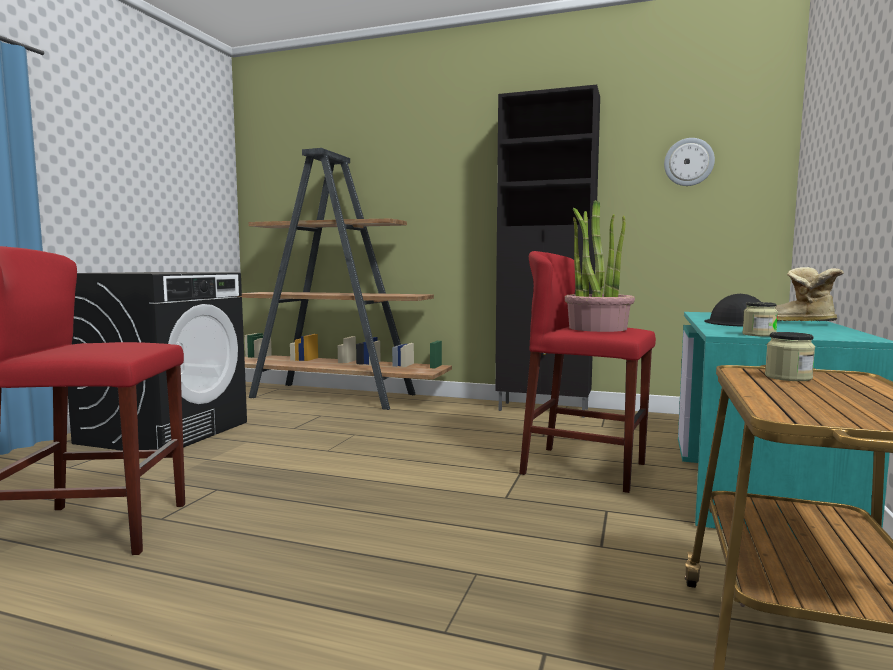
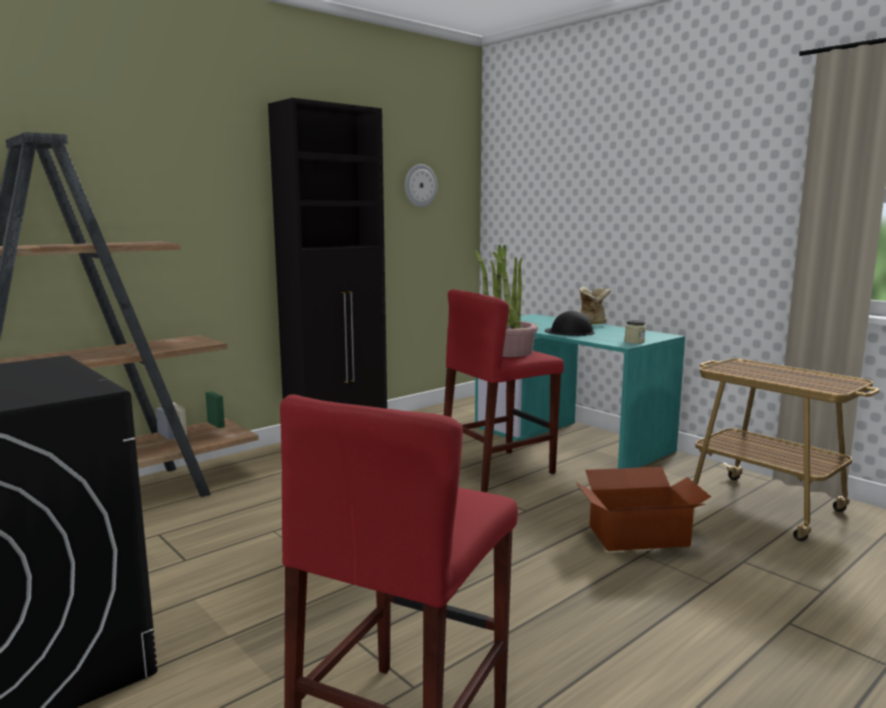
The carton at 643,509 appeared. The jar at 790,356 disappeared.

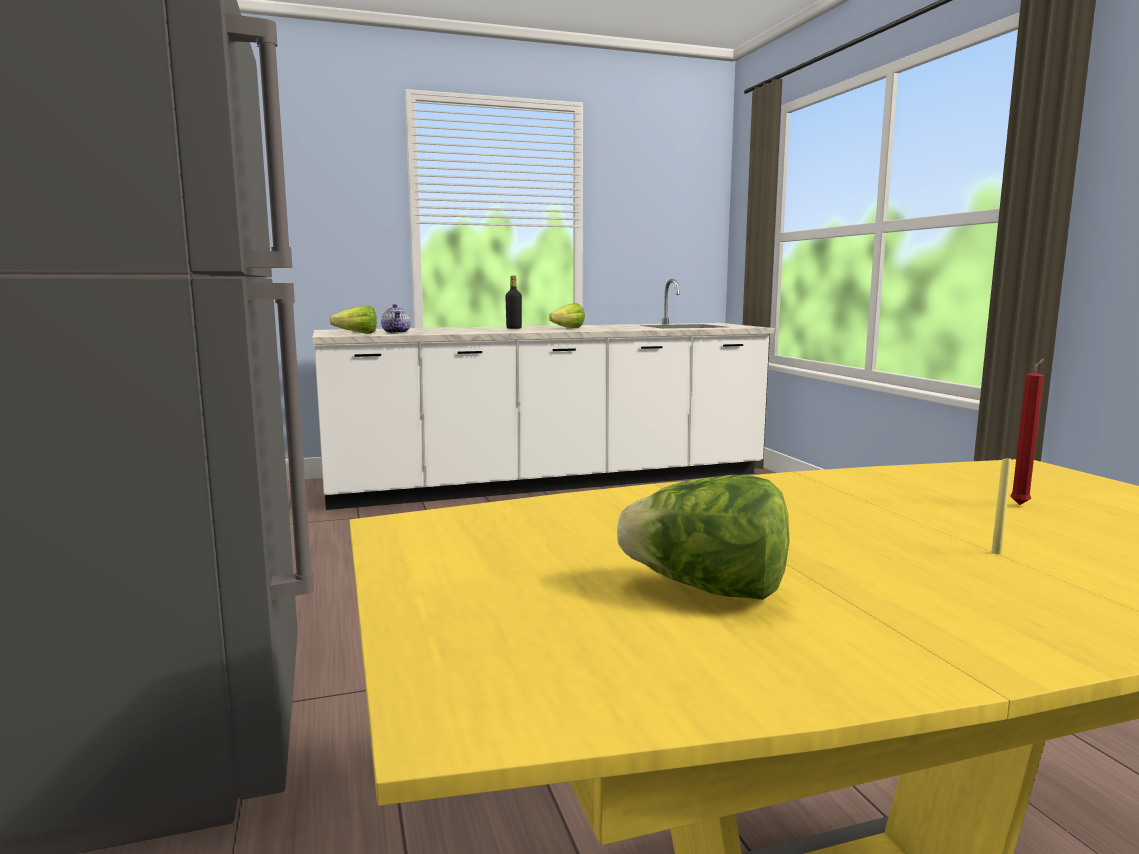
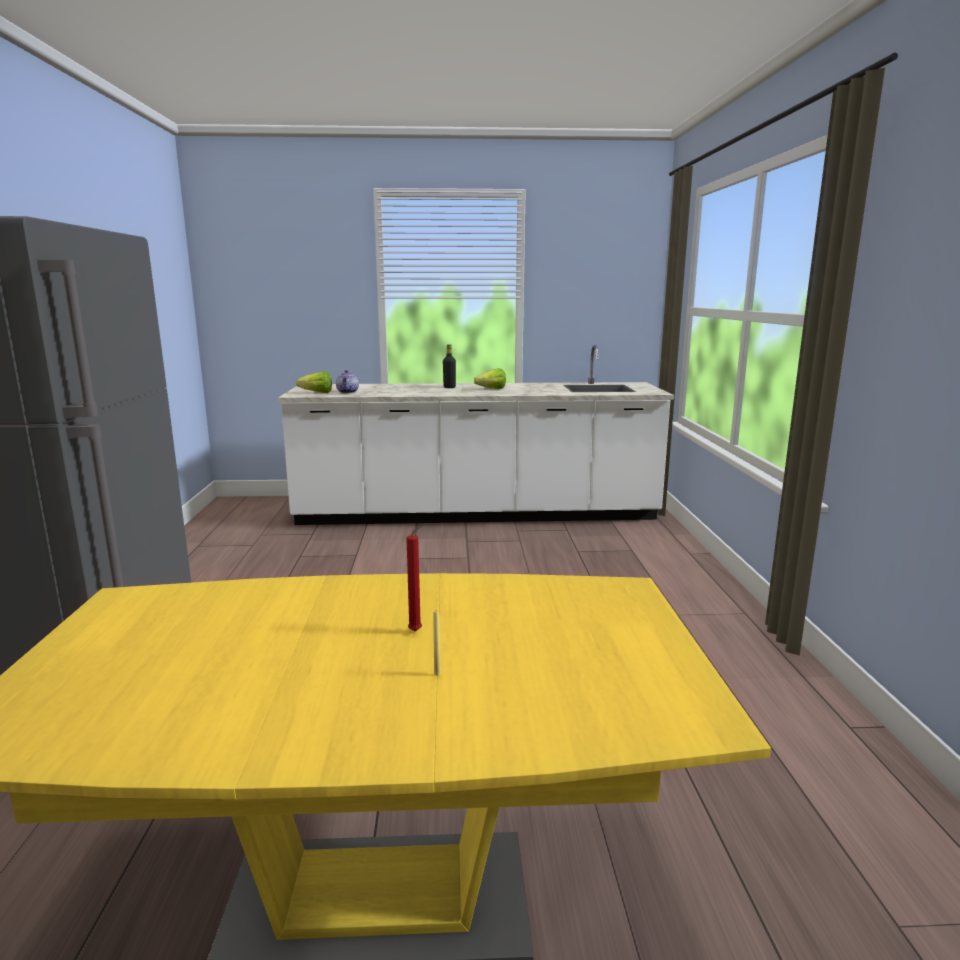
The wax candle (reddish) moved from 1027,432 to 415,577. The lettuce head at 703,537 disappeared.

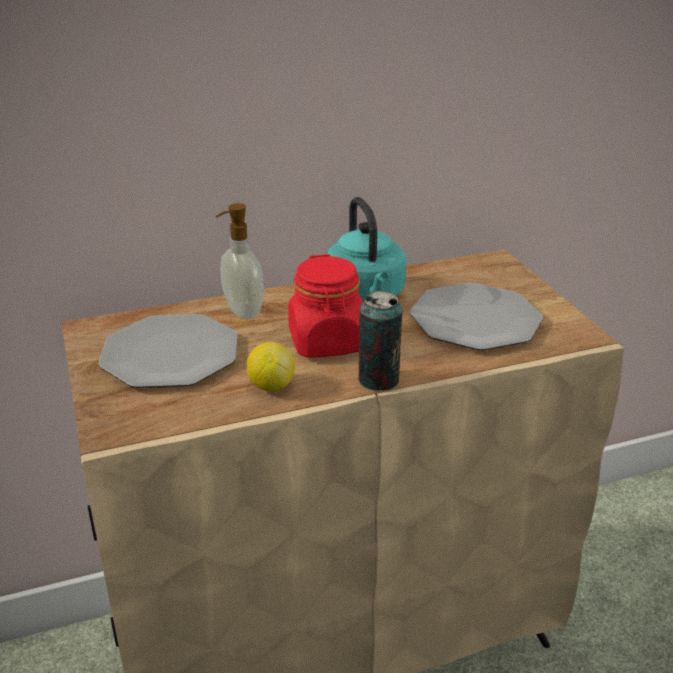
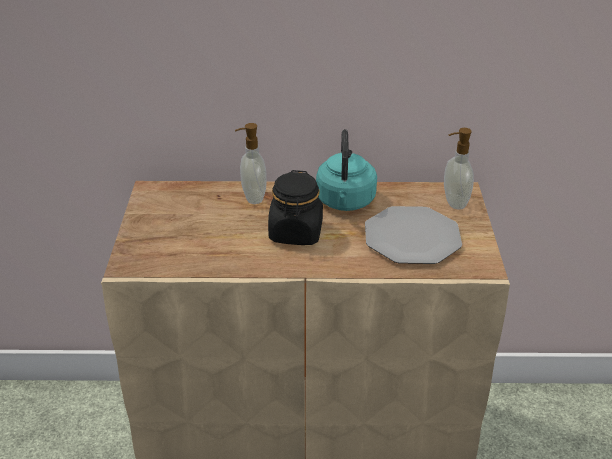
The jar (reddish) at 325,306 became the jar (black-coloured) at 295,207. The soap dispenser at 459,168 appeared. The plate at 168,351 disappeared. The whole lemon at 271,367 disappeared. The metal can at 380,341 disappeared.

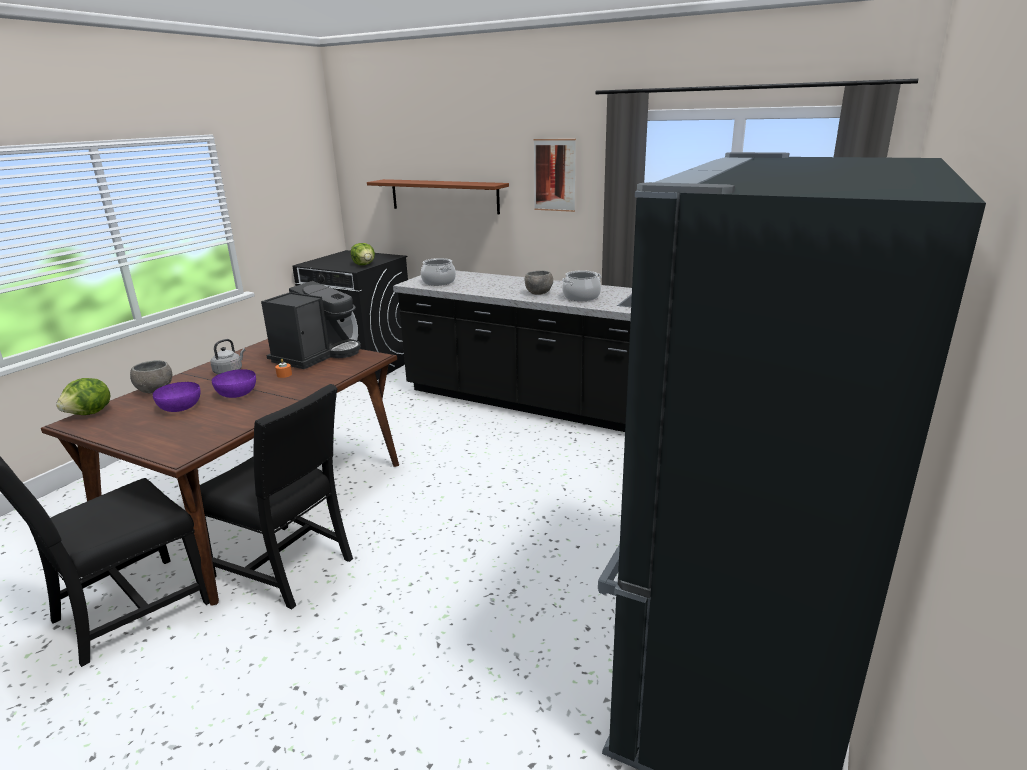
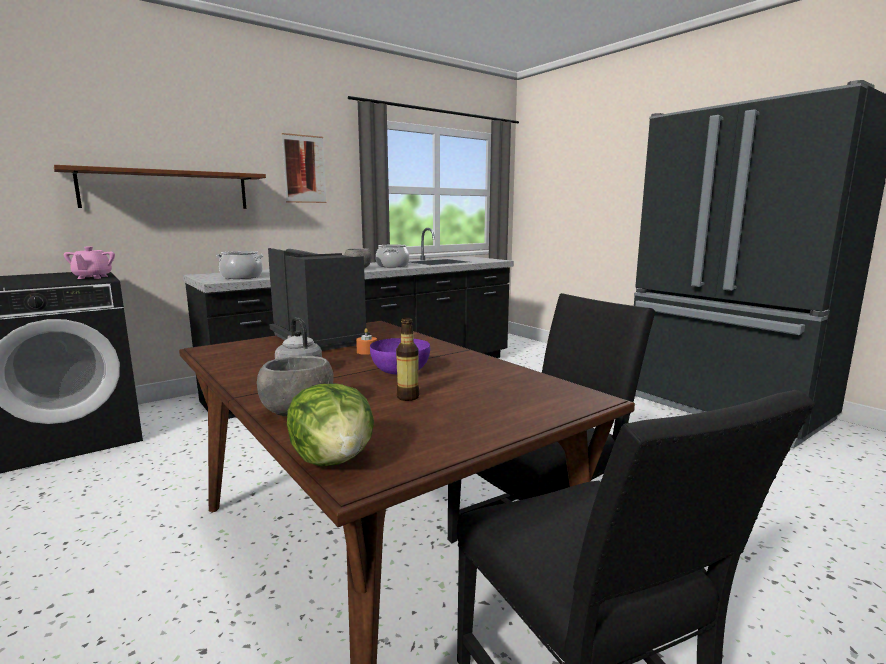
The lettuce head at 363,254 was replaced by the pot for tea (pink) at 89,262. The serving bowl (purple) at 176,397 was replaced by the drink bottle at 407,359.

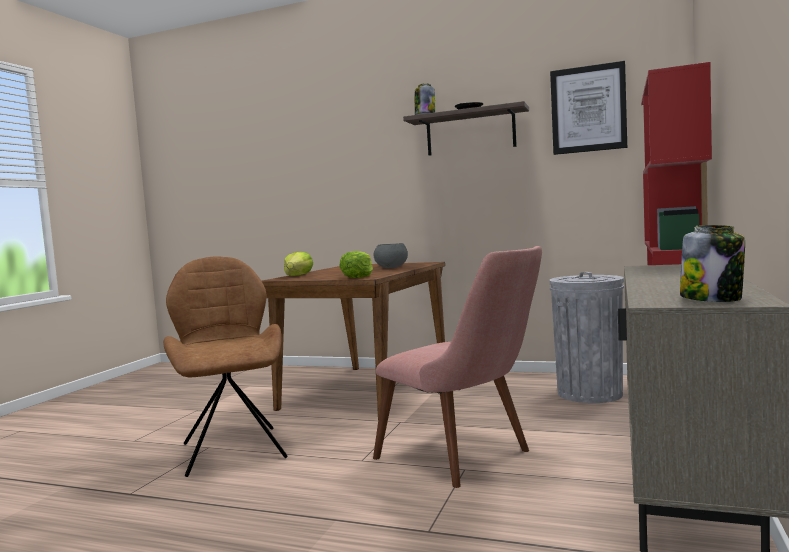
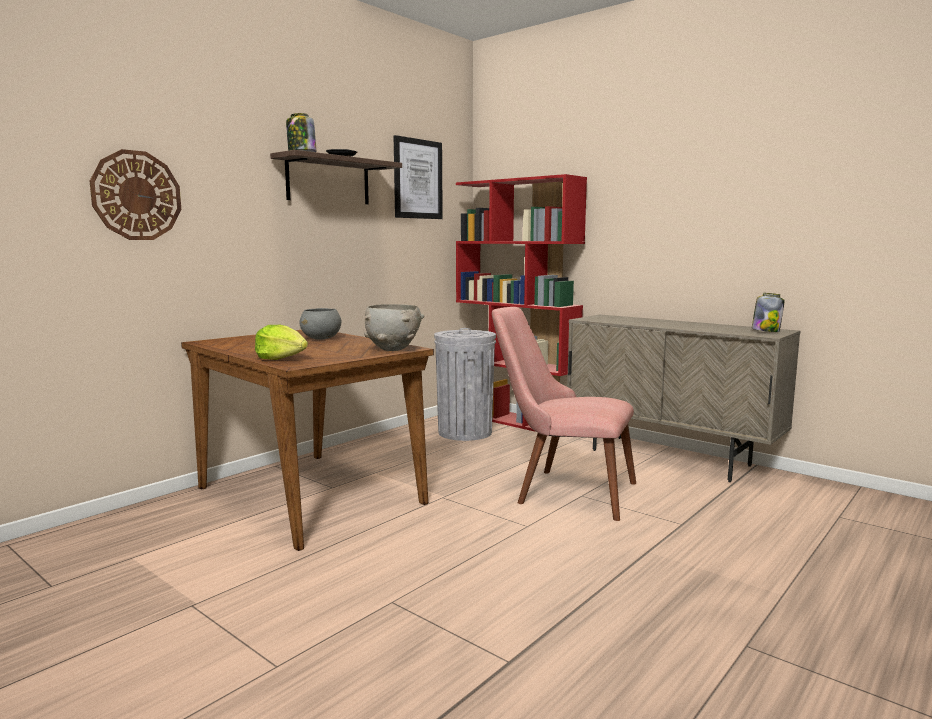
The hanging clock at 135,194 appeared. The lettuce head at 356,264 was replaced by the serving bowl (gray) at 394,327. The plain chair (pink) at 457,367 turned 135 degrees counterclockwise. The plain chair (brownish) at 225,366 disappeared.

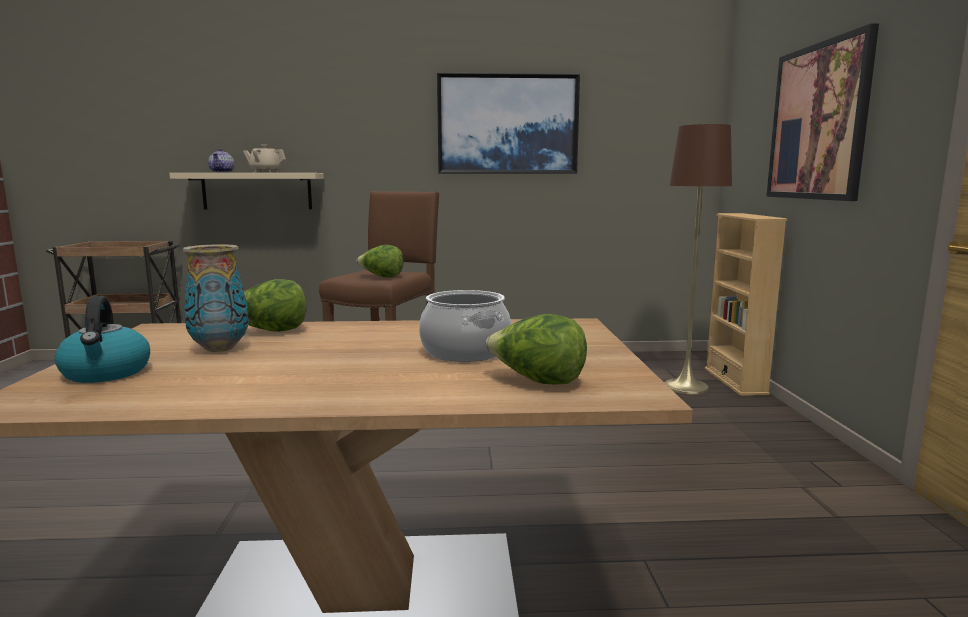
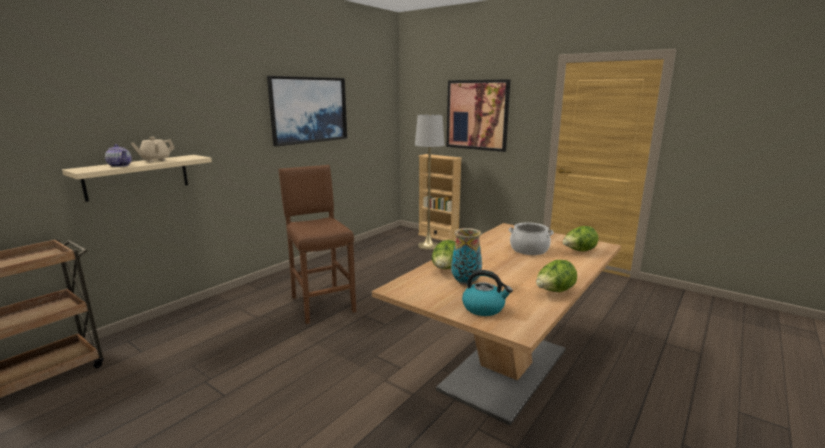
The floor lamp (brownish) at 698,259 became the floor lamp (gray) at 430,182. The lettuce head moved from 380,261 to 556,276.

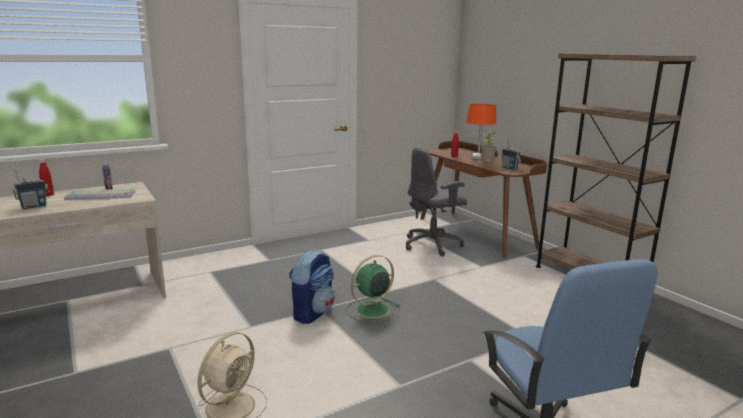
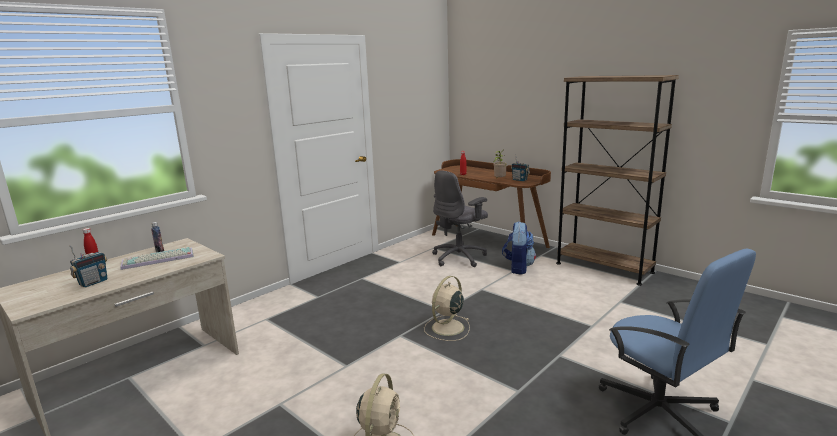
The electric fan (green-coloured) at 372,289 became the electric fan (sand-coloured) at 447,308. The knapsack moved from 312,287 to 519,248. The tabletop lamp (orange) at 481,132 disappeared.

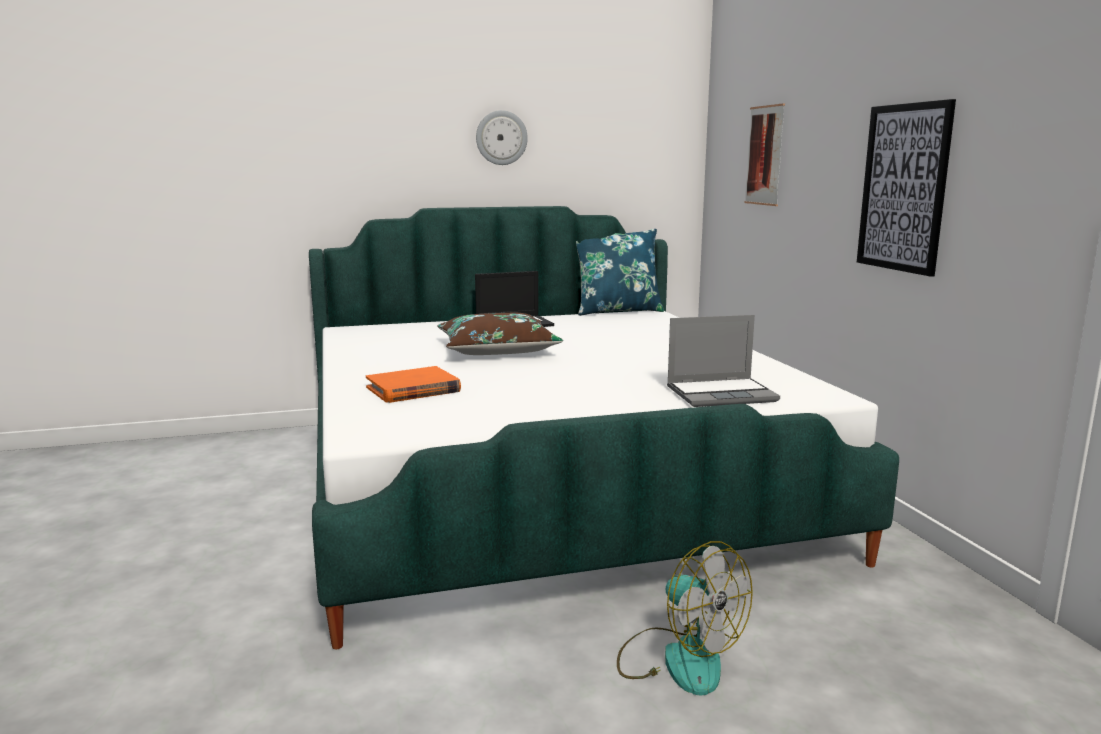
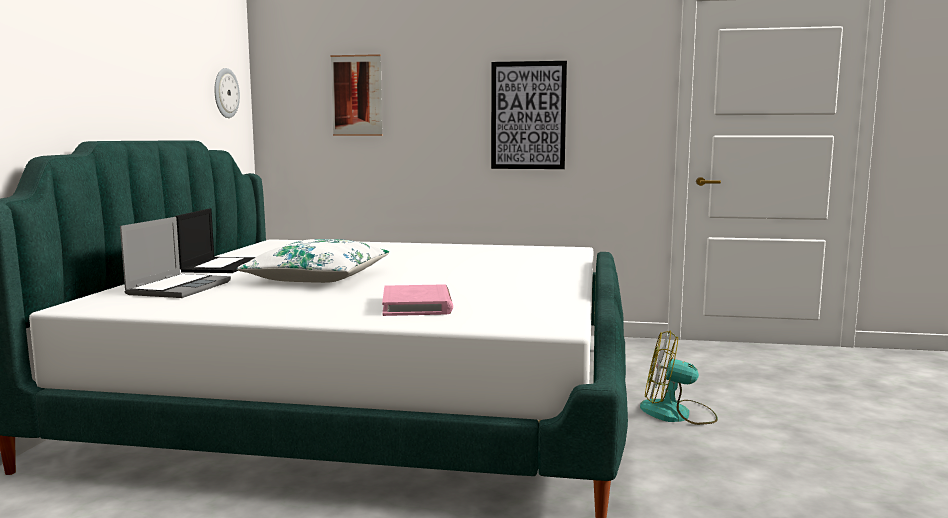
The portable computer moved from 723,361 to 175,257. The hanging clock moved from 502,137 to 227,93. The pillow (brownish) at 500,334 became the pillow (whitish) at 313,261. The book (orange) at 413,384 became the book (pink) at 417,300. The electric fan at 685,618 turned 150 degrees counterclockwise. The pillow (bluish) at 620,272 disappeared.

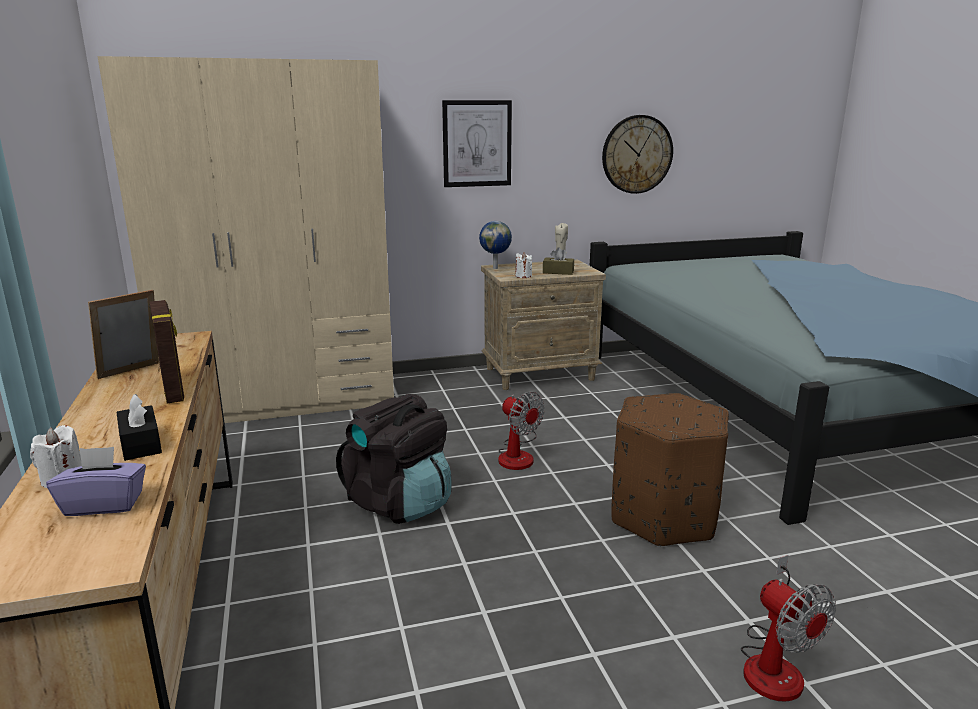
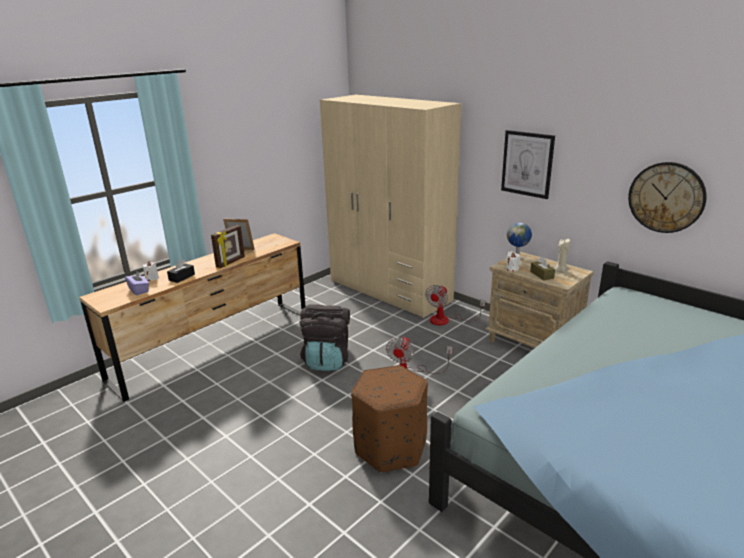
The electric fan moved from 788,628 to 455,305.

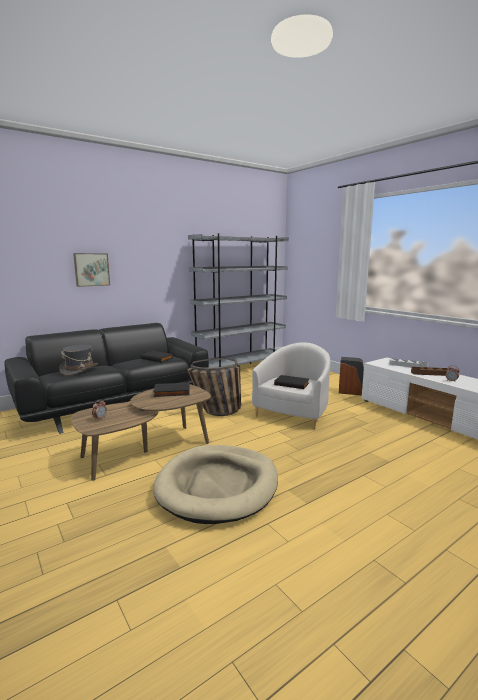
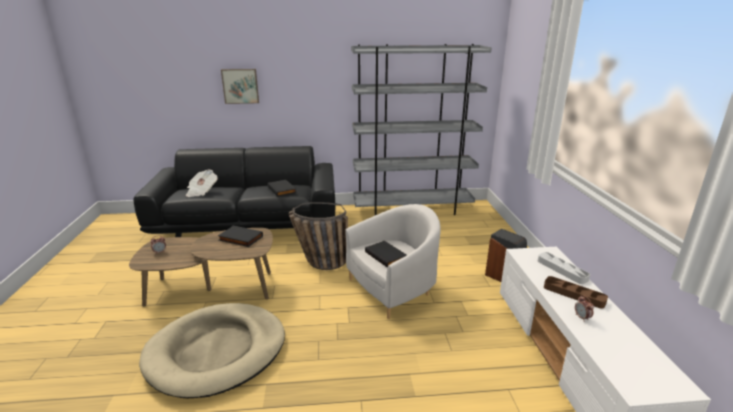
The wearable hat (gray) at 78,360 was replaced by the newspaper at 202,183.

